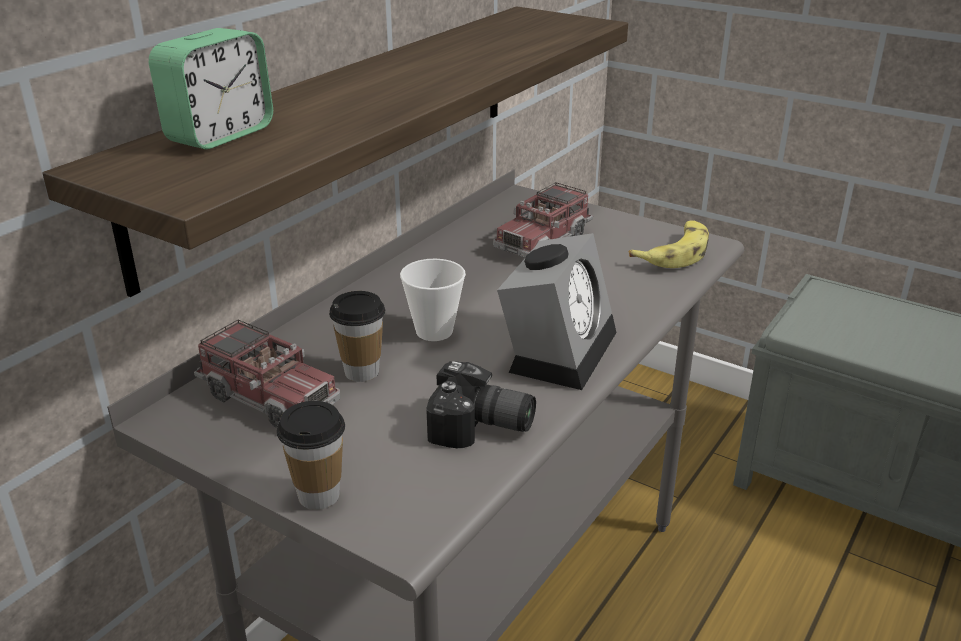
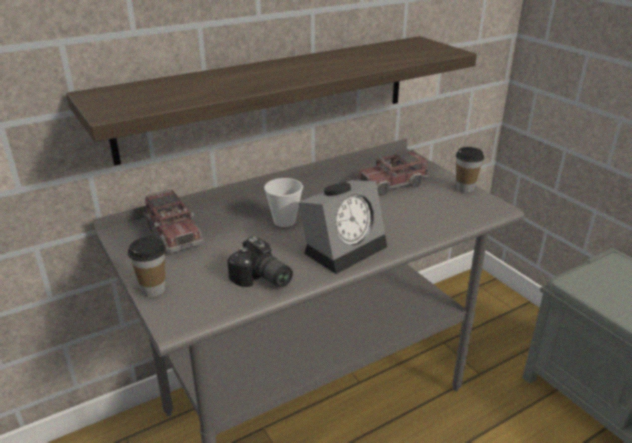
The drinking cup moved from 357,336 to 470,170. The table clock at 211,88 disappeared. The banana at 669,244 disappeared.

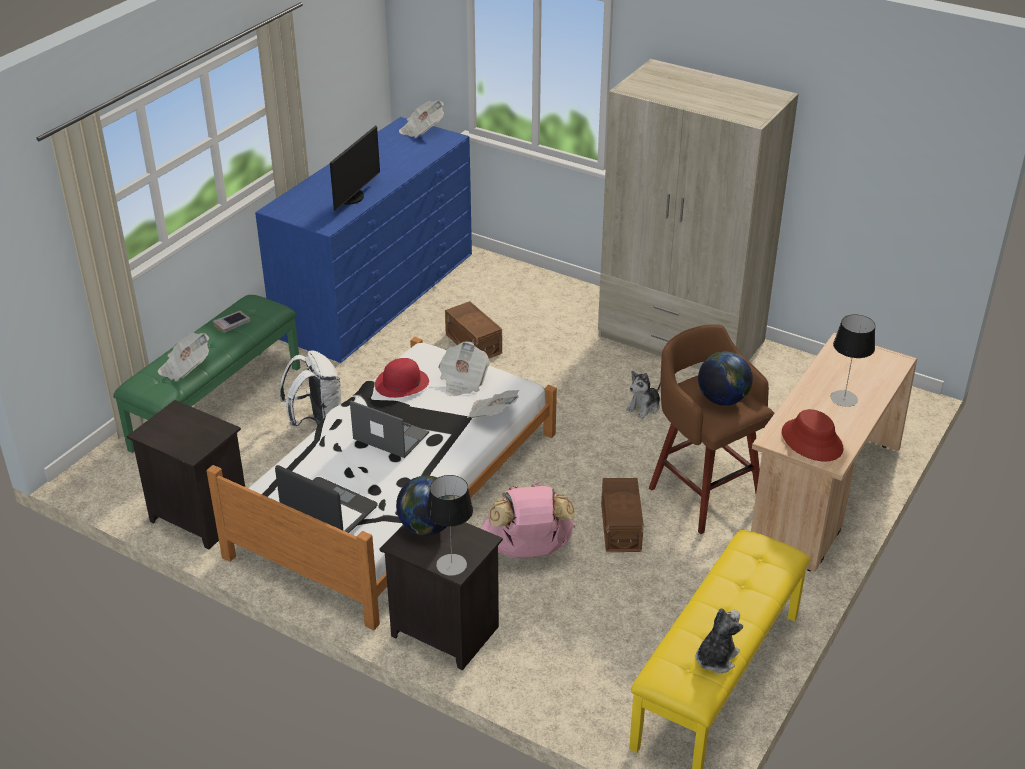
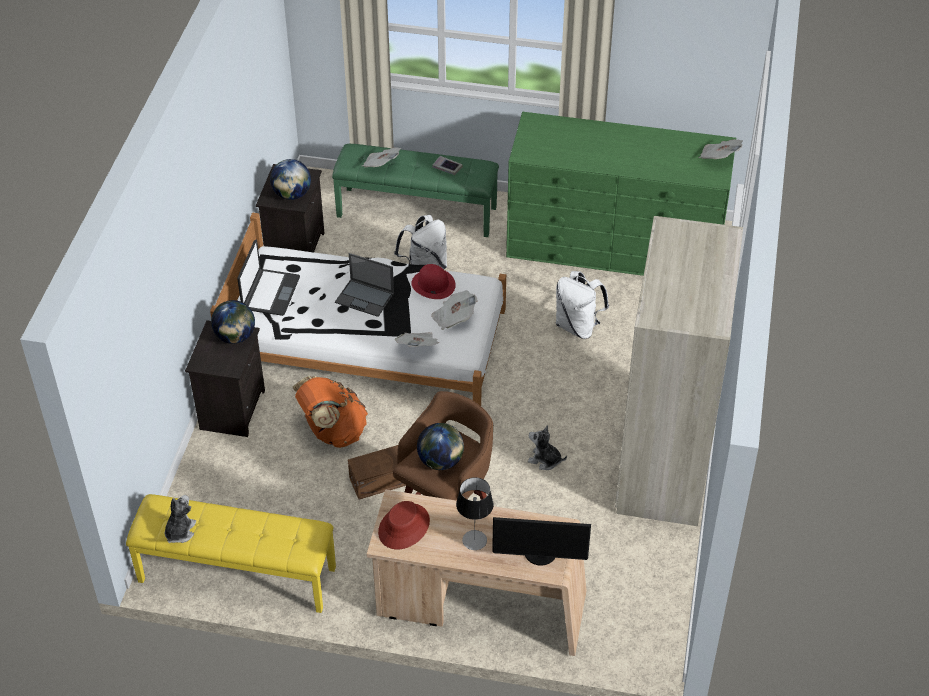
The plush toy at 719,640 turned 90 degrees counterclockwise. The desk globe at 290,179 appeared. The knapsack (pink) at 528,520 became the knapsack (orange) at 330,412. The portable computer at 389,429 turned 105 degrees clockwise. The computer screen moved from 355,168 to 541,541. The chest of drawers (bluish) at 363,240 became the chest of drawers (green-coloured) at 621,194. The storage box (brownish) at 473,329 was replaced by the knapsack (whitish) at 582,305. The tabletop lamp at 449,525 disappeared.

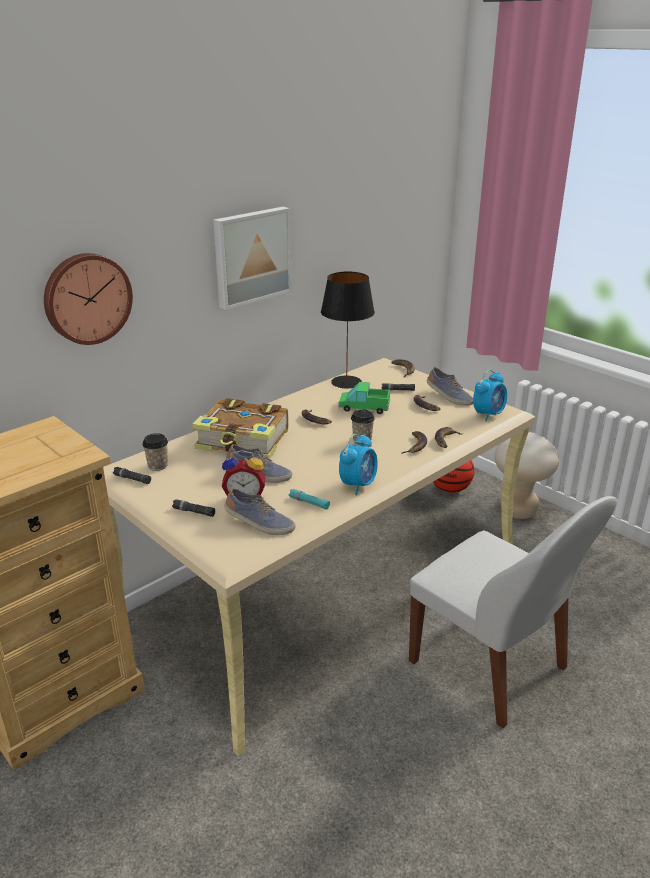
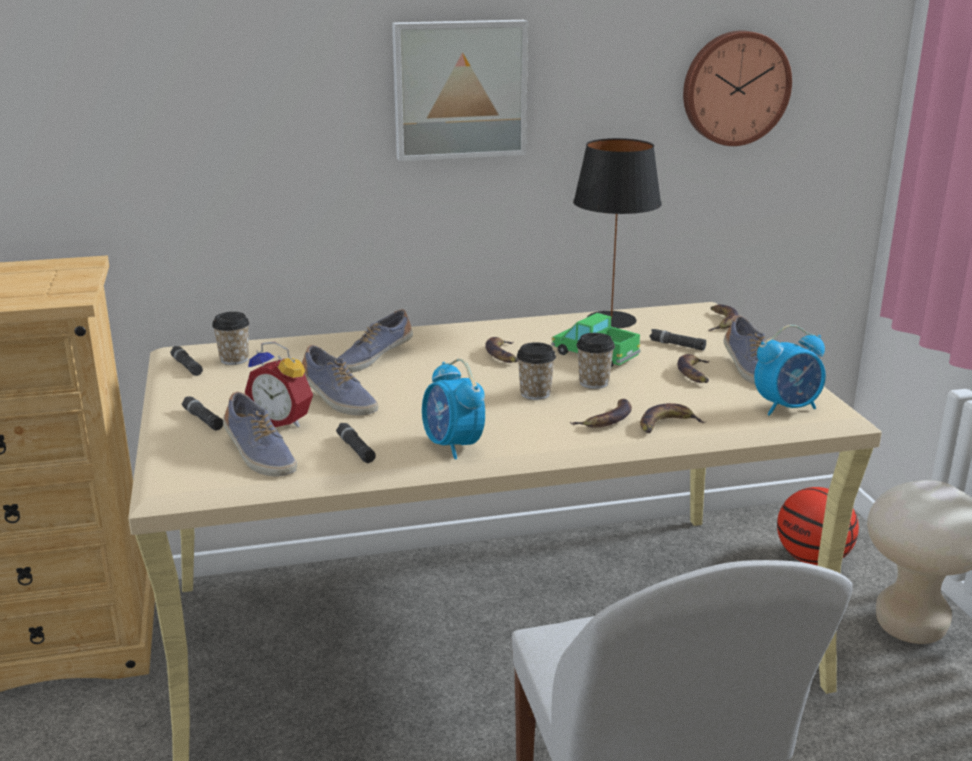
The flashlight (turquoise) at 309,499 became the flashlight (black-coloured) at 356,443. The book at 240,428 was replaced by the item of footwear at 375,341. The table clock at 358,464 turned 90 degrees clockwise. The drinking cup at 595,361 appeared. The hanging clock moved from 88,299 to 737,88.

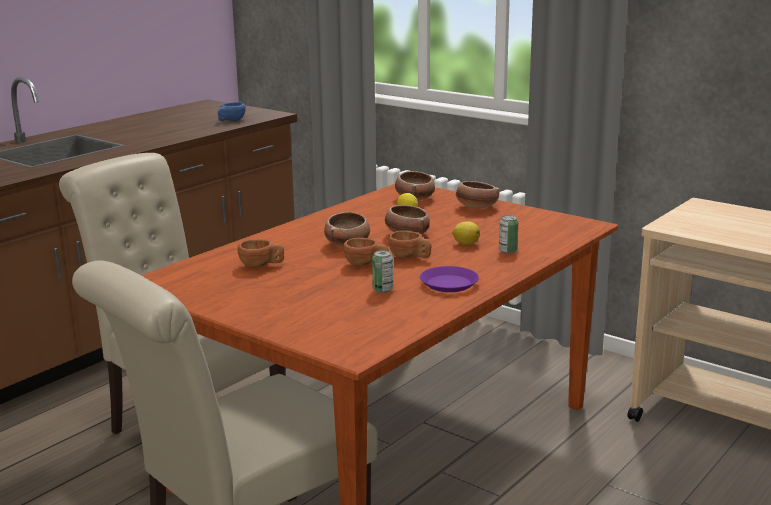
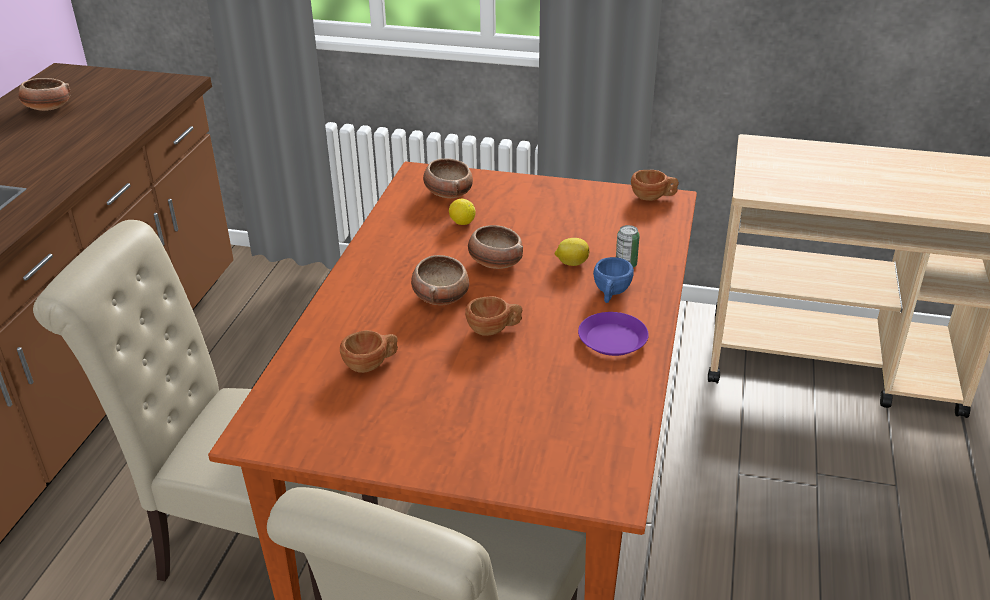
The serving bowl moved from 477,195 to 45,94. The drinking cup (bluish) moved from 232,111 to 613,280. The drinking cup (brownish) moved from 410,244 to 655,185. The metal can at 382,272 disappeared.

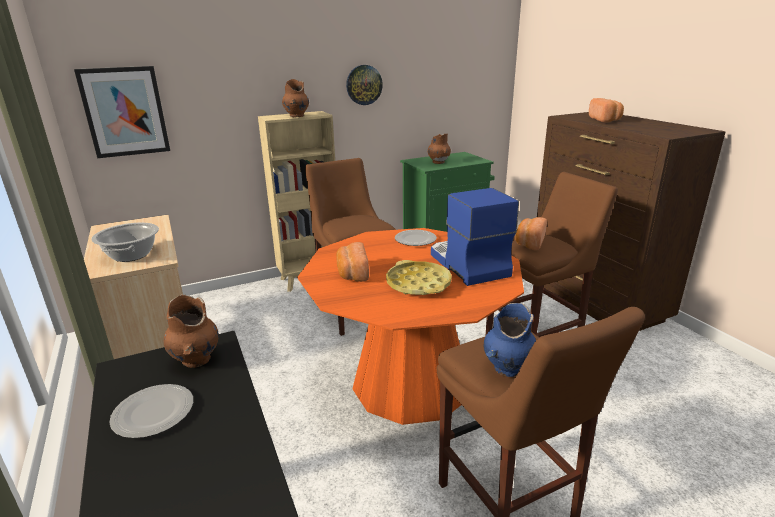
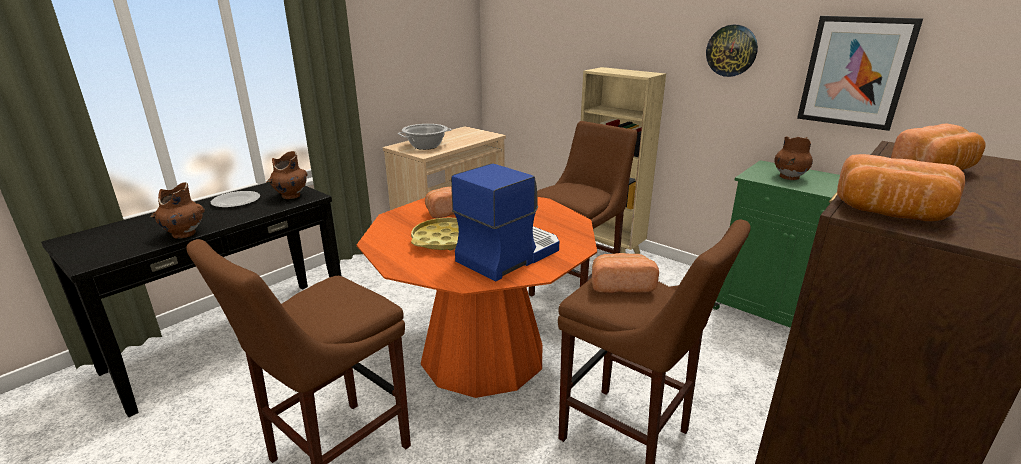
The decorative vase (brownish) moved from 295,98 to 177,210. The wall picture moved from 122,112 to 860,73. The baked bread at 901,187 appeared. The plate at 416,238 disappeared. The decorative vase (bluish) at 510,340 disappeared.

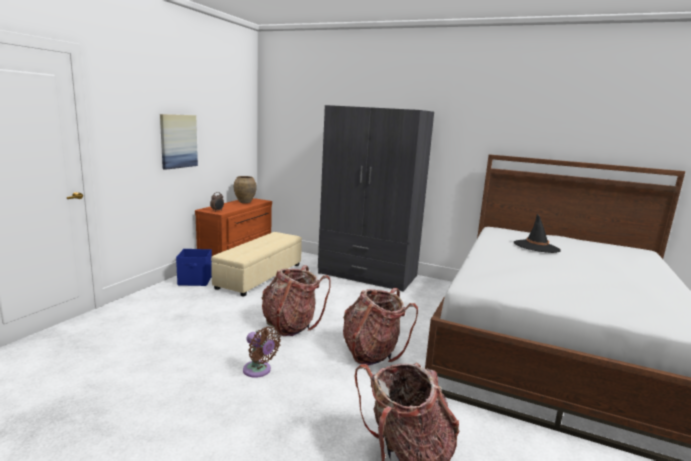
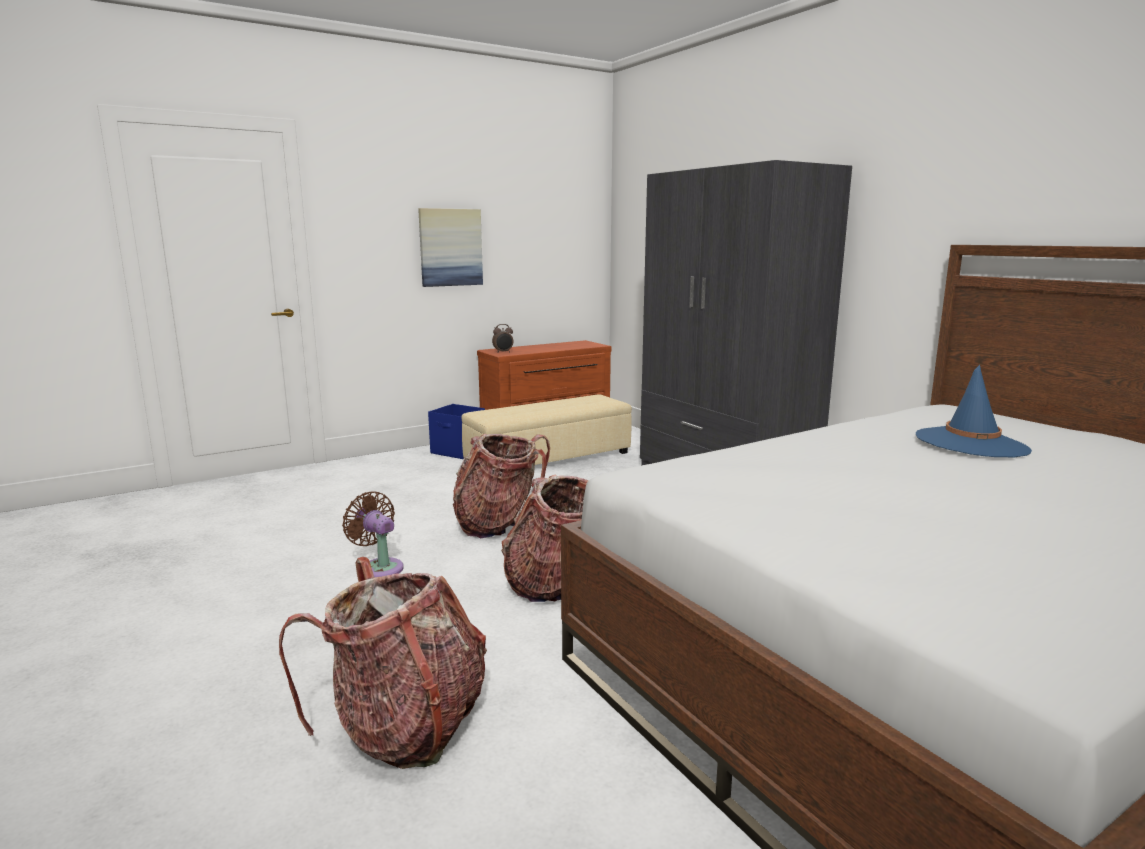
The electric fan (brownish) at 262,352 turned 150 degrees clockwise. The wearable hat (black-coloured) at 537,233 became the wearable hat (bluish) at 974,411. The decorative vase (brownish) at 245,189 disappeared.

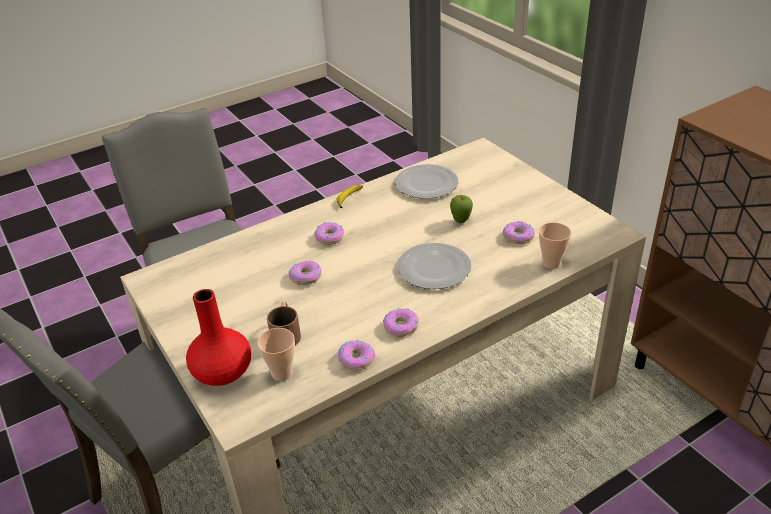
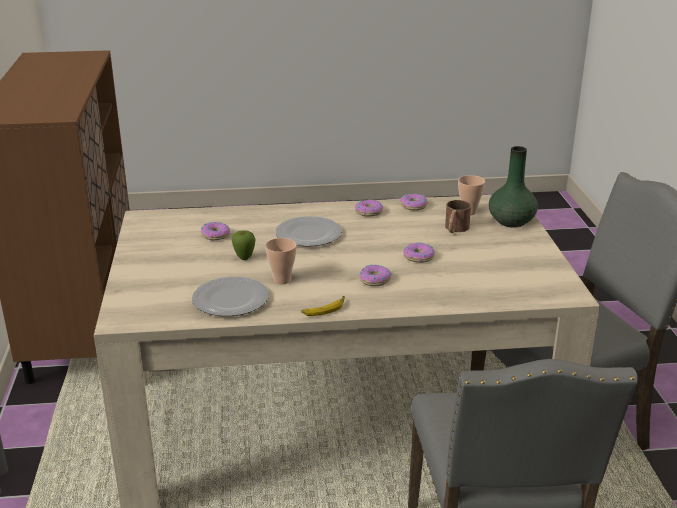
The drinking cup moved from 555,245 to 281,261. The decorative vase (reddish) at 218,337 became the decorative vase (green-coloured) at 513,187.

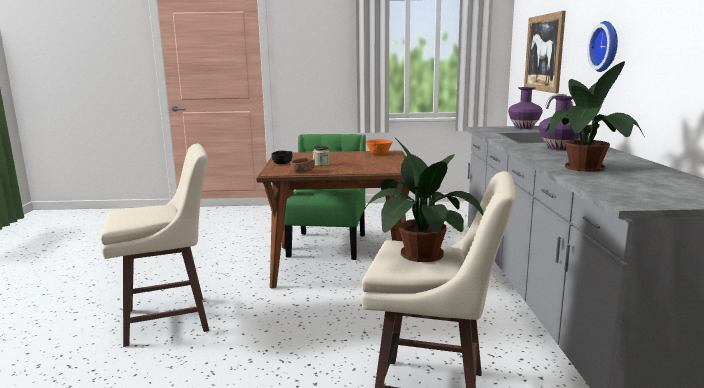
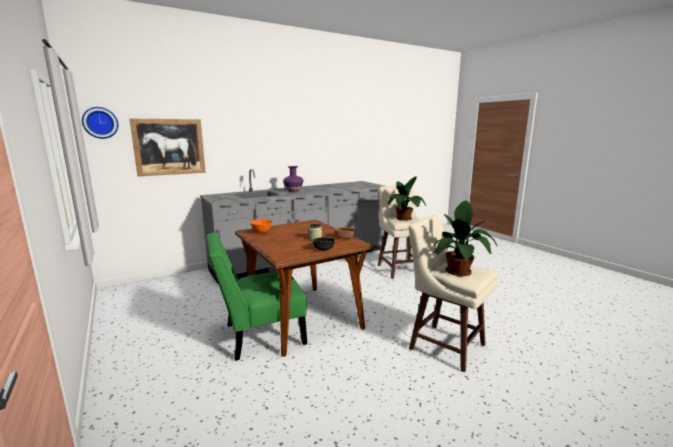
The hanging clock moved from 603,46 to 100,123. The plant in a pot moved from 595,116 to 465,238. The decorative vase (purple) at 525,108 disappeared.

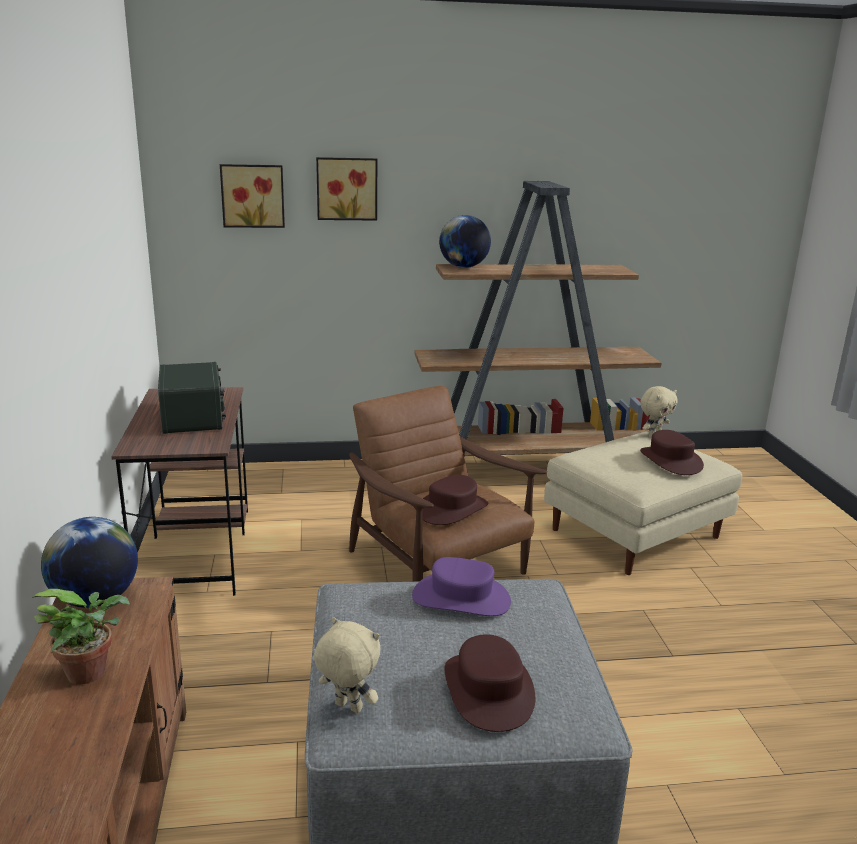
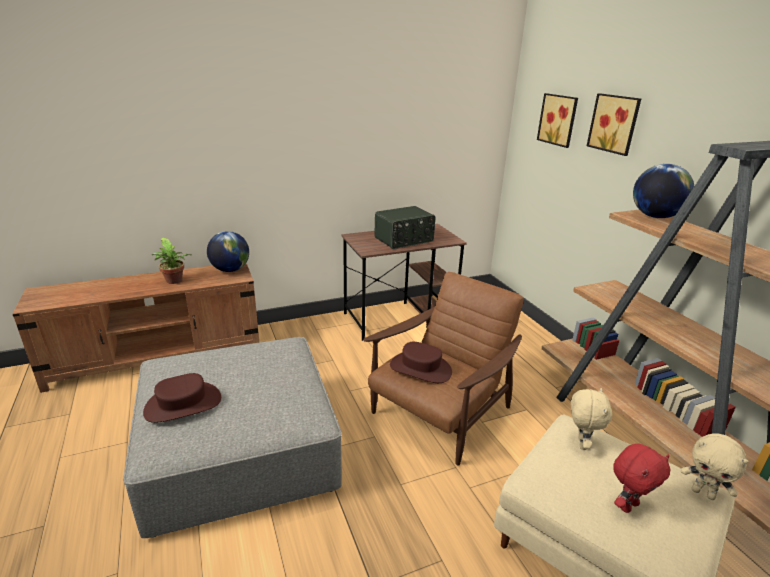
The plush toy (sand-coloured) moved from 347,665 to 591,419. The wearable hat (brownish) at 672,452 was replaced by the plush toy (reddish) at 641,478. The wearable hat (purple) at 461,586 disappeared.

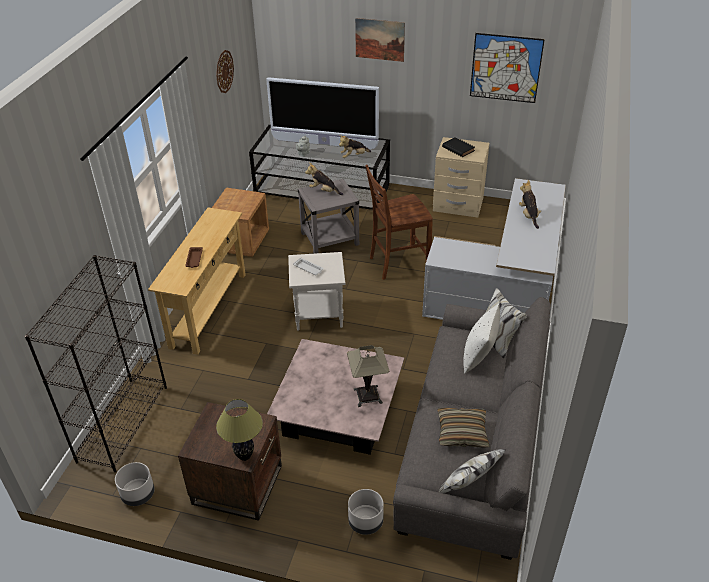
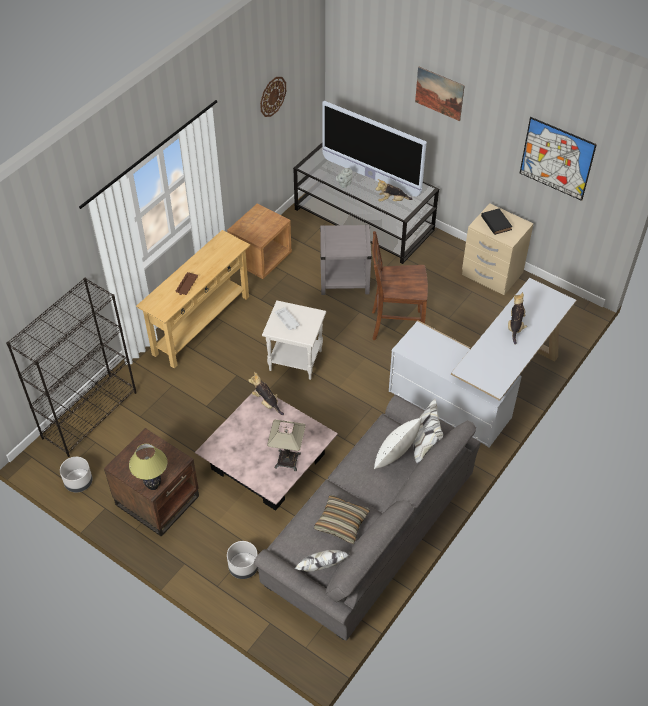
The plush toy moved from 324,178 to 266,393.

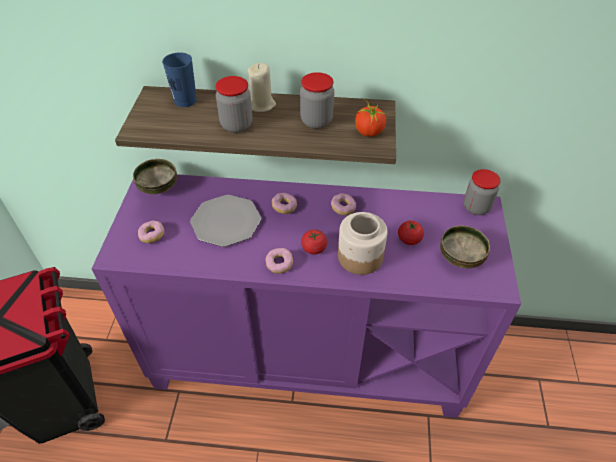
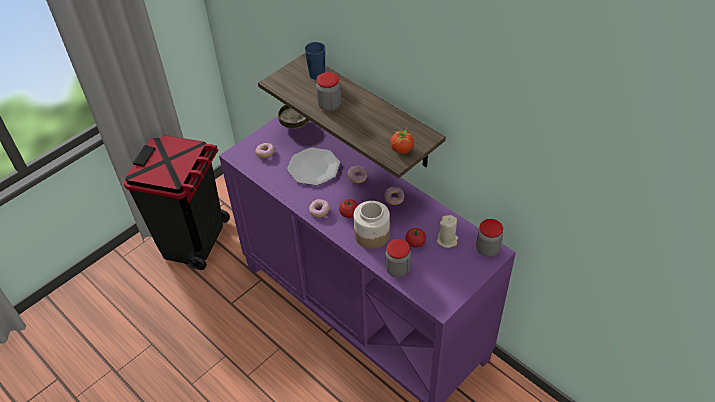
The jar moved from 317,100 to 398,258. The wax candle (sand-coloured) moved from 262,87 to 447,231. The serving bowl at 465,246 disappeared.

